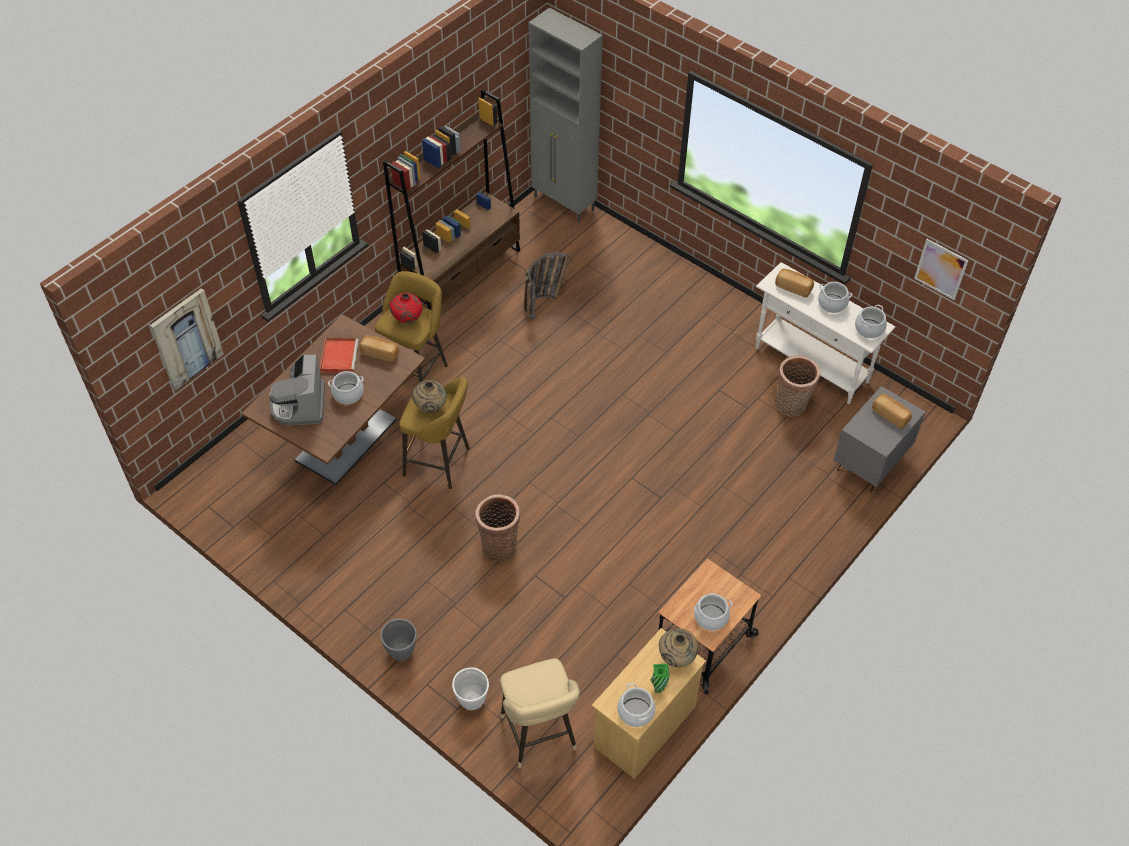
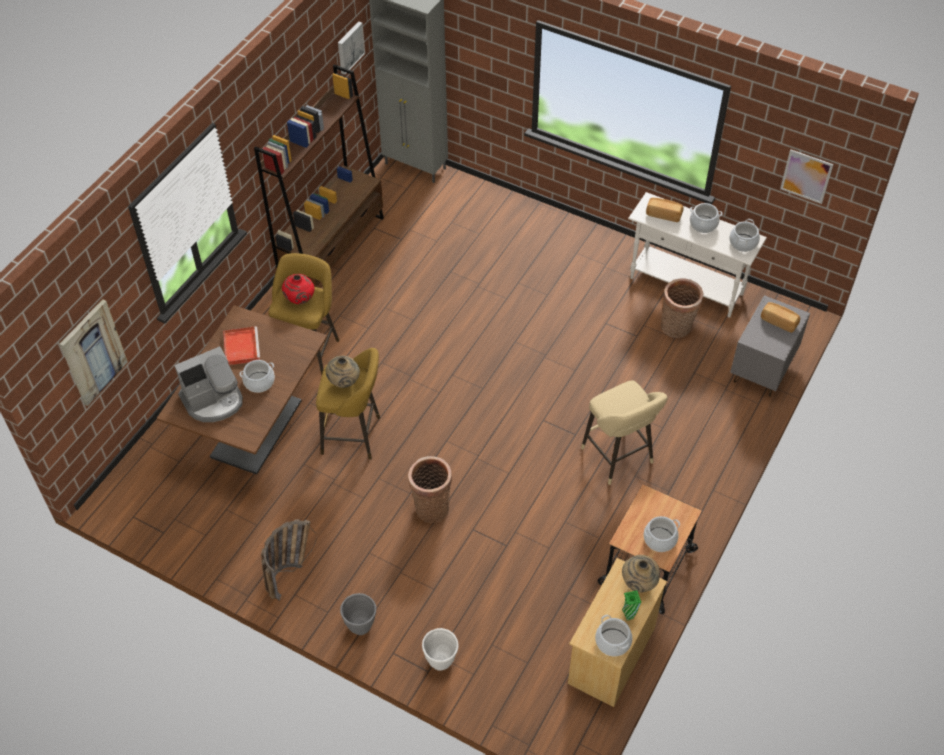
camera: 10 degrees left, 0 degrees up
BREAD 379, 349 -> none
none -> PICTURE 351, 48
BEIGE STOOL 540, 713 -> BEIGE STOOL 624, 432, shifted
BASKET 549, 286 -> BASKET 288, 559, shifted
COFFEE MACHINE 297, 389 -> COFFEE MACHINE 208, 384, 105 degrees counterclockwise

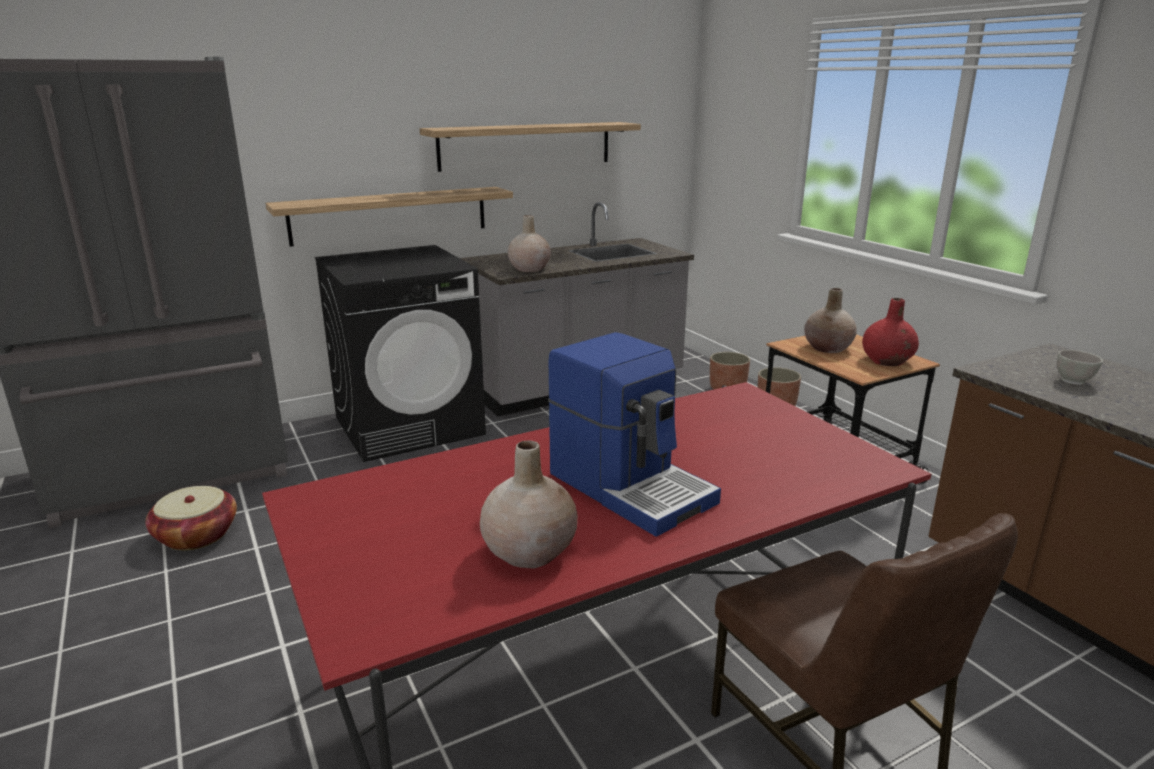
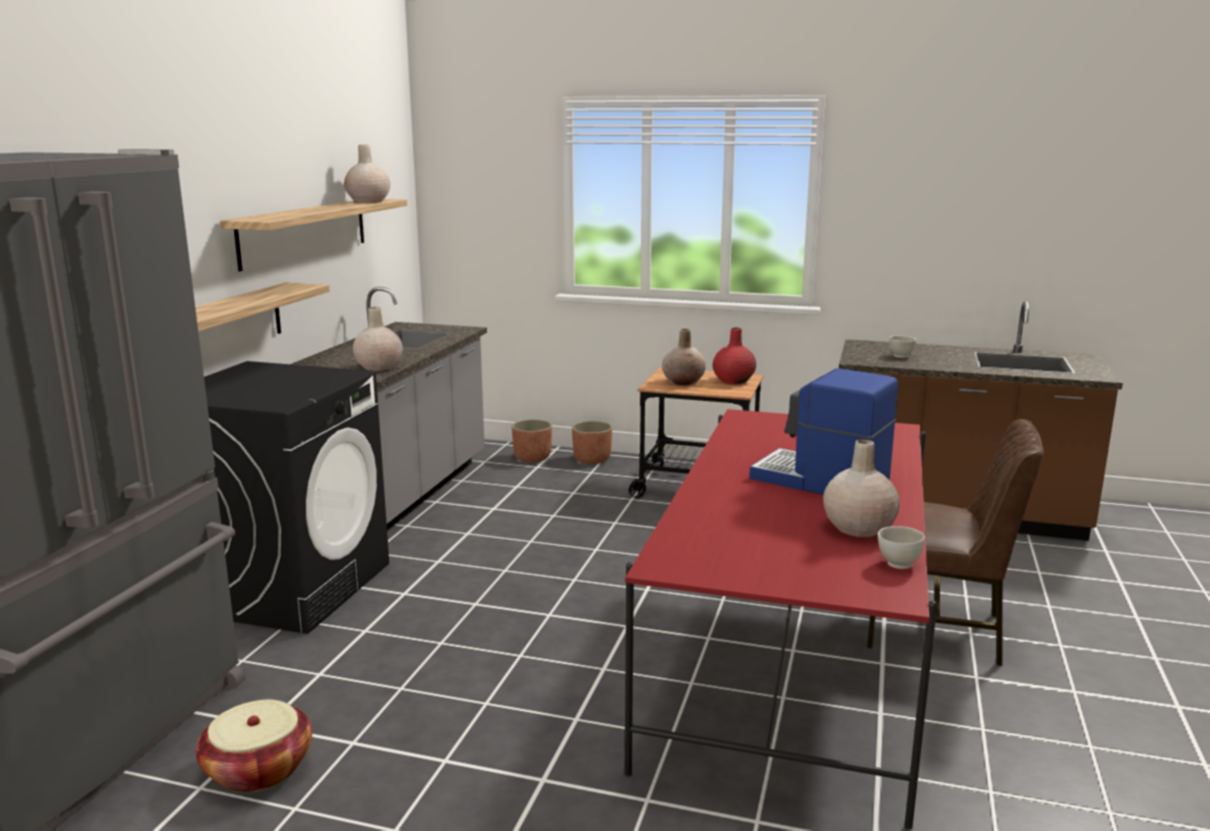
camera: 45 degrees left, 5 degrees down
none -> BEIGE VASE 367, 174
none -> WHITE BOWL 901, 547
COFFEE MACHINE 634, 434 -> COFFEE MACHINE 823, 431, 150 degrees counterclockwise

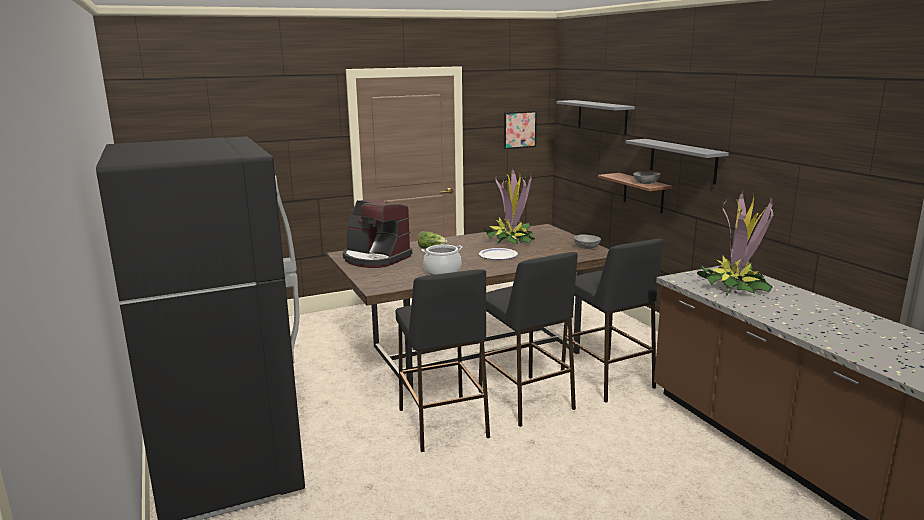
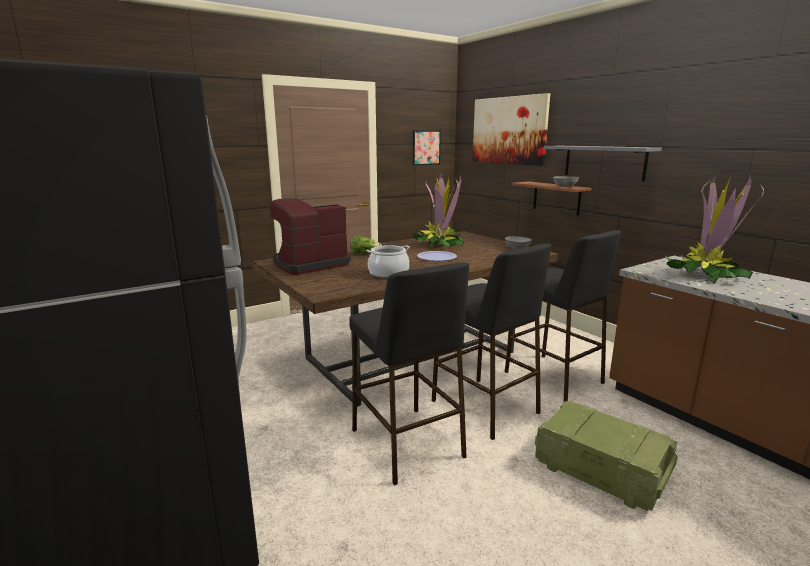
camera: 10 degrees left, 0 degrees up
none -> CRATE 606, 456
GREY SHELF 595, 117 -> PICTURE 511, 129
COFFEE MACHINE 377, 233 -> COFFEE MACHINE 310, 236, 120 degrees clockwise

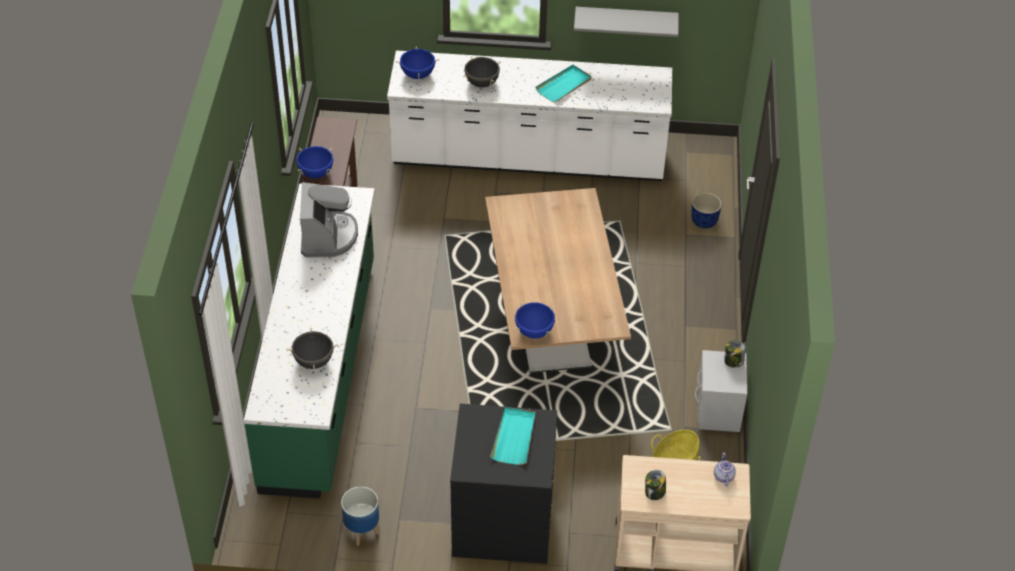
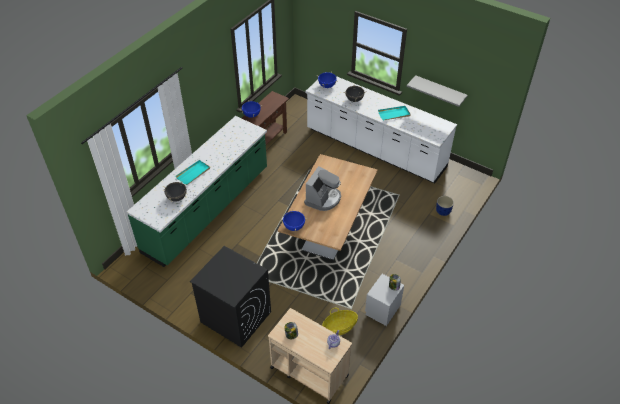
camera: 30 degrees right, 0 degrees up
PLANTER 360, 516 -> none
COFFEE MACHINE 329, 220 -> COFFEE MACHINE 322, 188, shifted
TURQUOISE TRAY 512, 436 -> TURQUOISE TRAY 192, 172, shifted

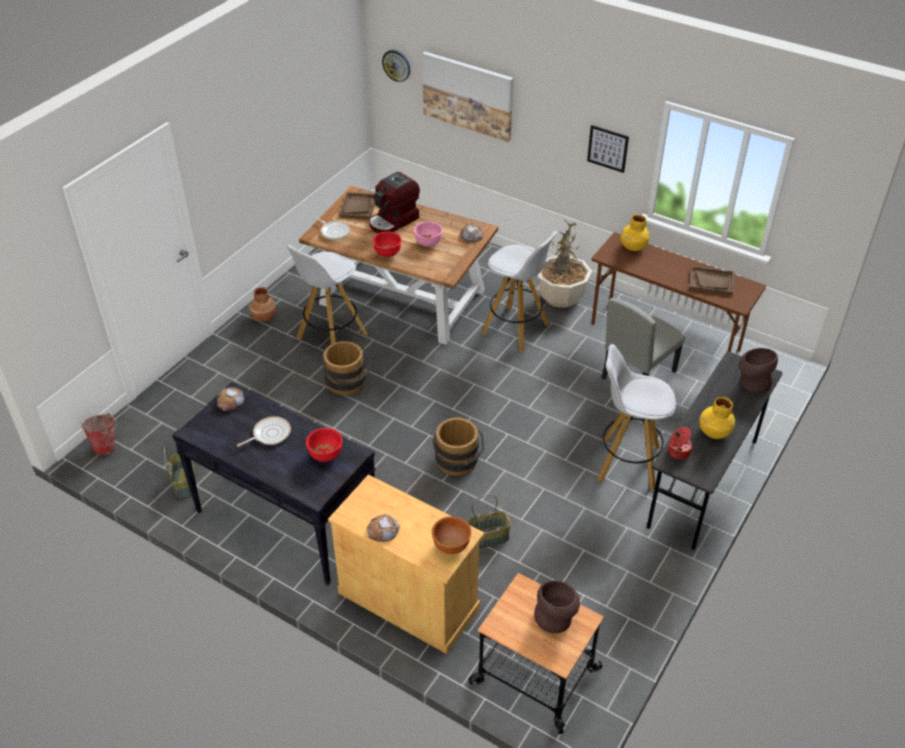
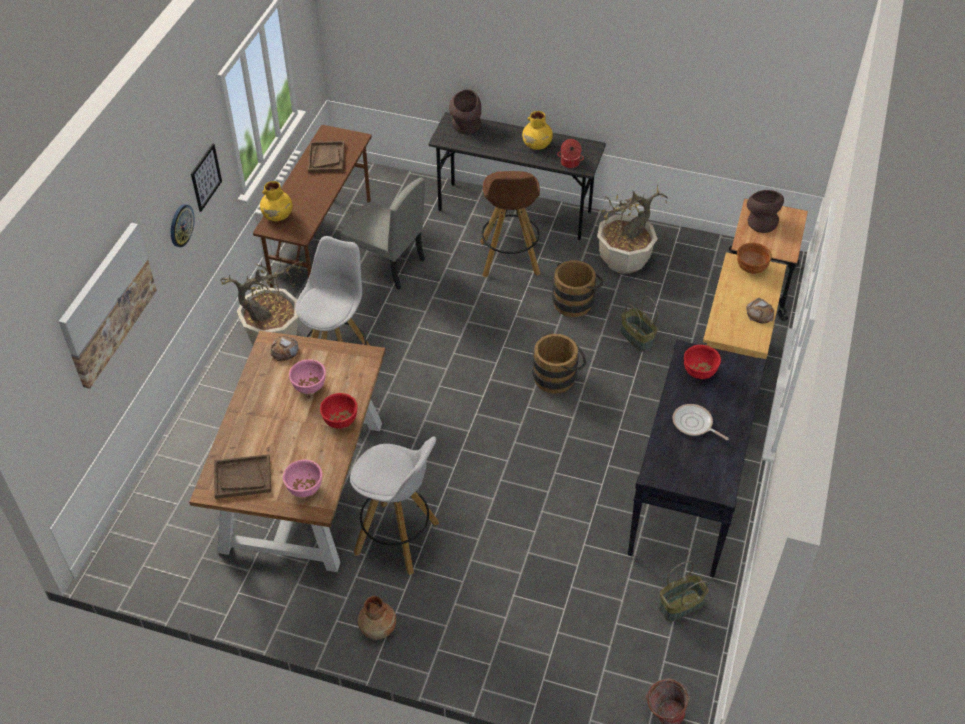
camera: 105 degrees left, 5 degrees up
BREAD 230, 399 -> none
COFFEE MACHINE 394, 202 -> none
none -> POTTED PLANT 632, 229
BROWN BUCKET 347, 368 -> BROWN BUCKET 577, 288, shifted
WALL CLOCK 396, 66 -> WALL CLOCK 182, 225, shifted
FRYING PAN 332, 228 -> PINK BOWL 302, 478
WHITE STOOL 636, 417 -> BROWN STOOL 510, 224

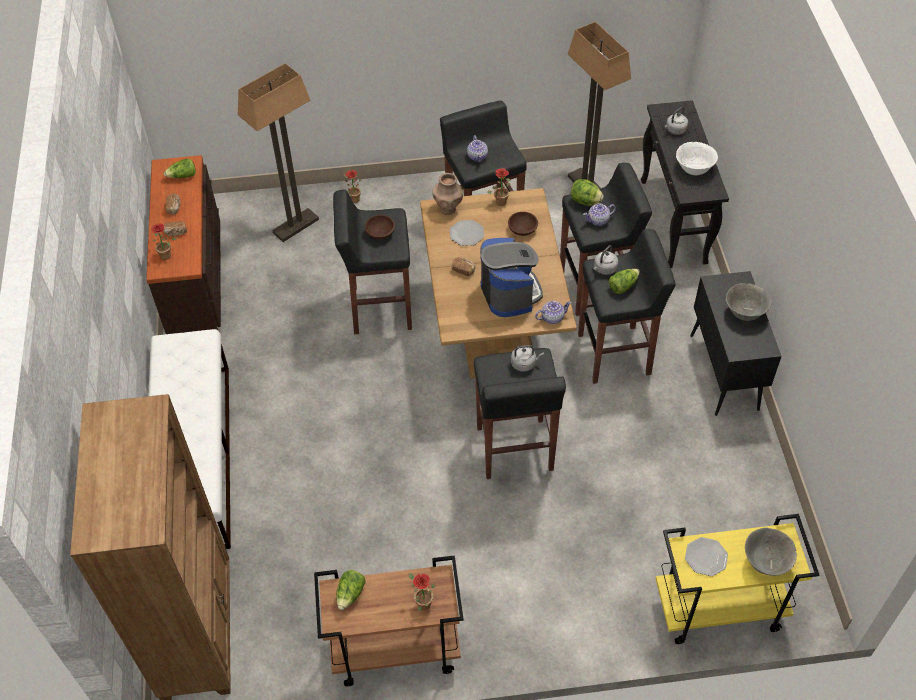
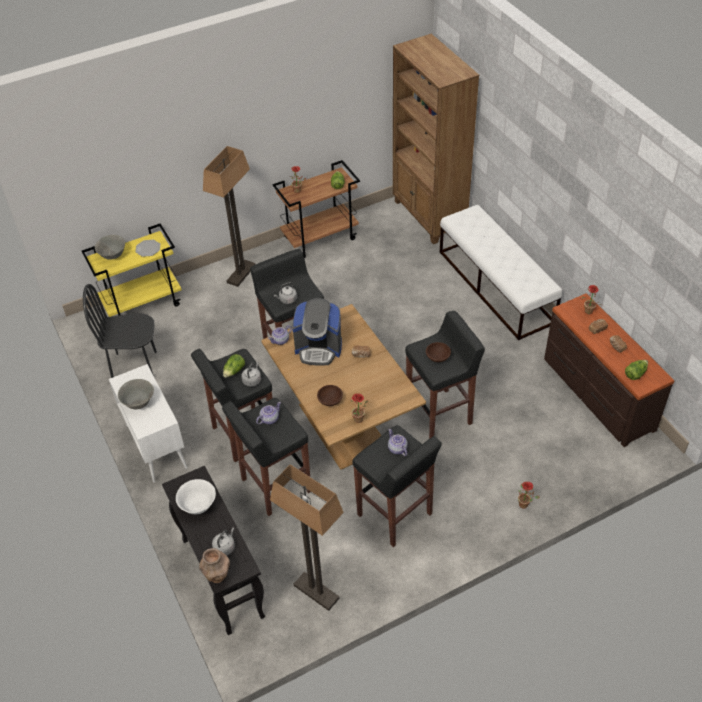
camera: 160 degrees right, 5 degrees down
PLATE 467, 233 -> none
LETTUCE 587, 192 -> none
none -> BLACK CHAIR 120, 331
FLOOR LAMP 278, 152 -> FLOOR LAMP 229, 216, shifted
BROWN VASE 447, 194 -> BROWN VASE 214, 565, shifted
BLACK CABINET 736, 343 -> WHITE CABINET 148, 423
COFFEE MACHINE 511, 277 -> COFFEE MACHINE 317, 332, 45 degrees counterclockwise

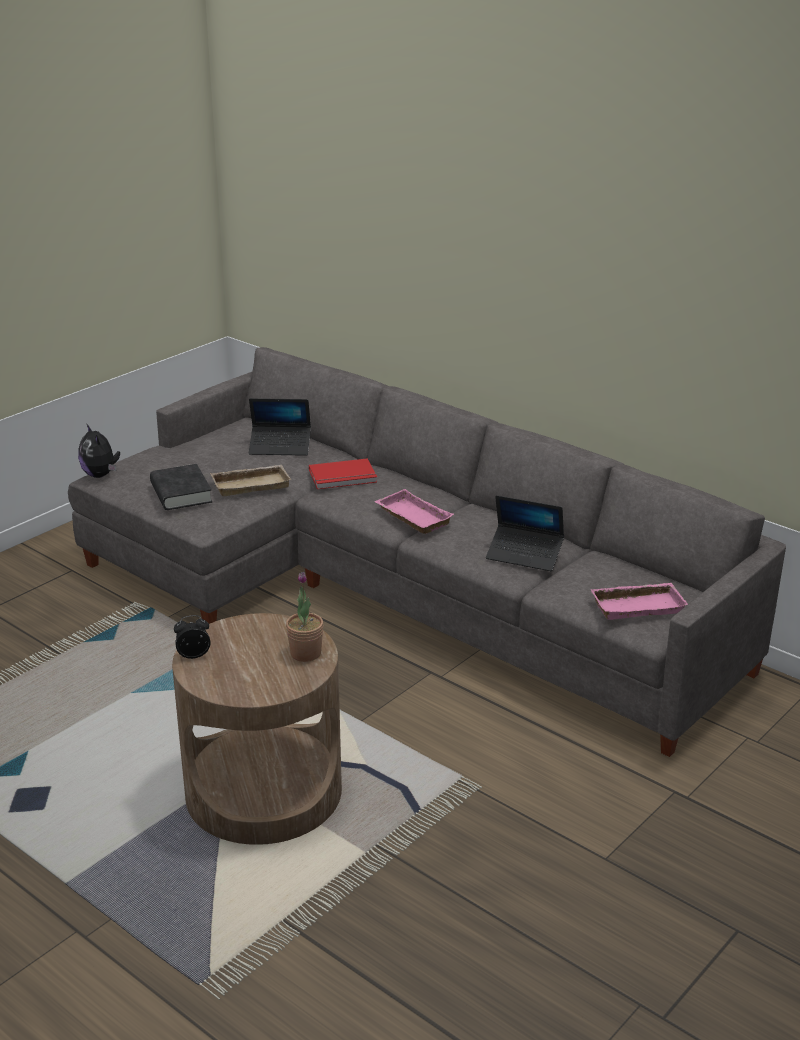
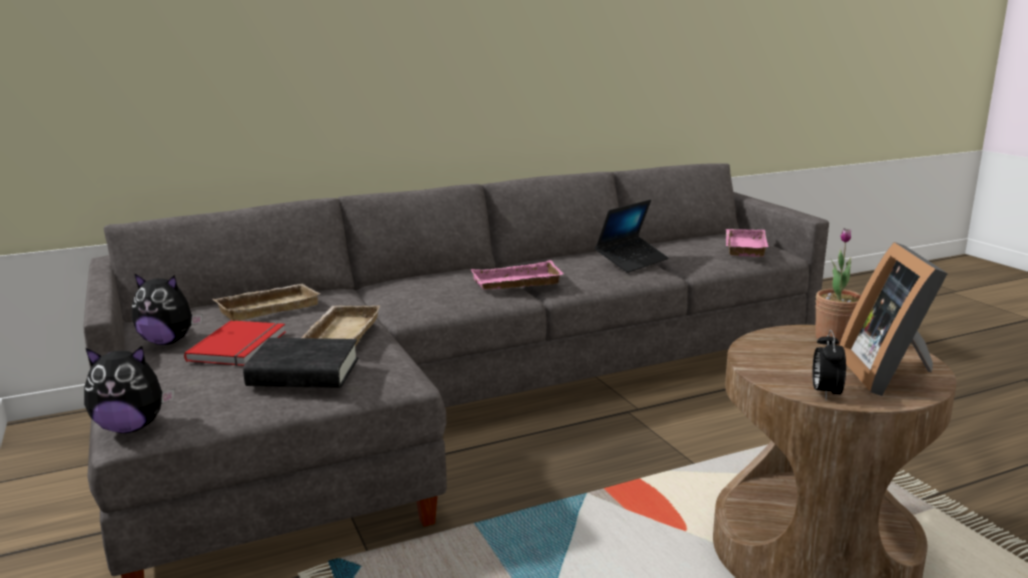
camera: 65 degrees left, 10 degrees down
none -> PLUSH TOY 167, 309
none -> PICTURE FRAME 893, 319
RED BOOK 343, 473 -> RED BOOK 235, 343, shifted
LAPTOP 280, 427 -> BEIGE TRAY 266, 302

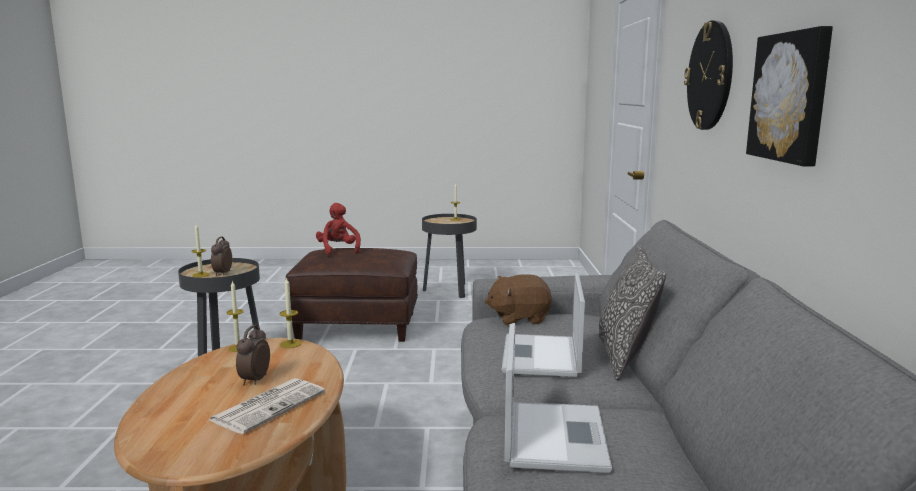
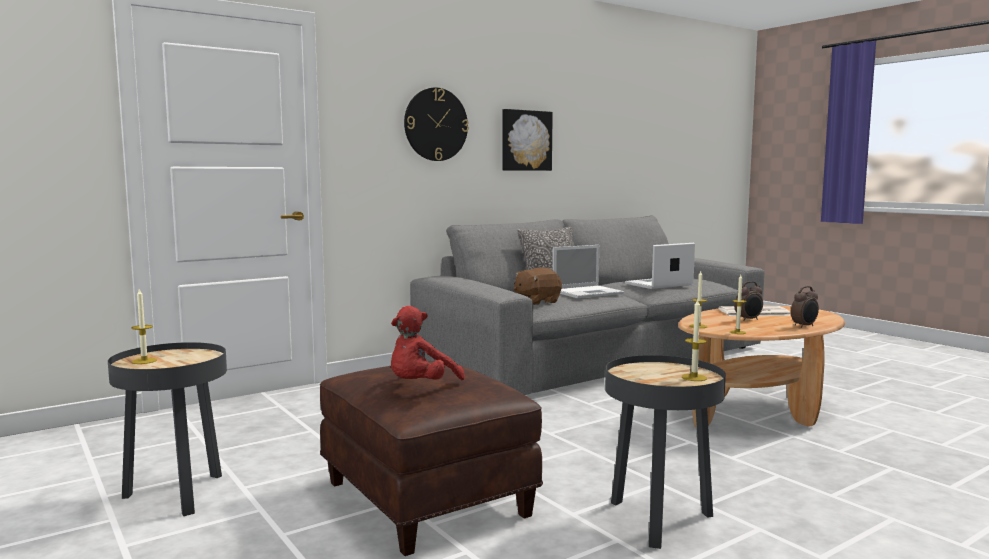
camera: 125 degrees left, 5 degrees down
ALARM CLOCK 221, 256 -> ALARM CLOCK 805, 307, shifted
BROWN PLUSH TOY 518, 299 -> BROWN PLUSH TOY 538, 286, 105 degrees clockwise

